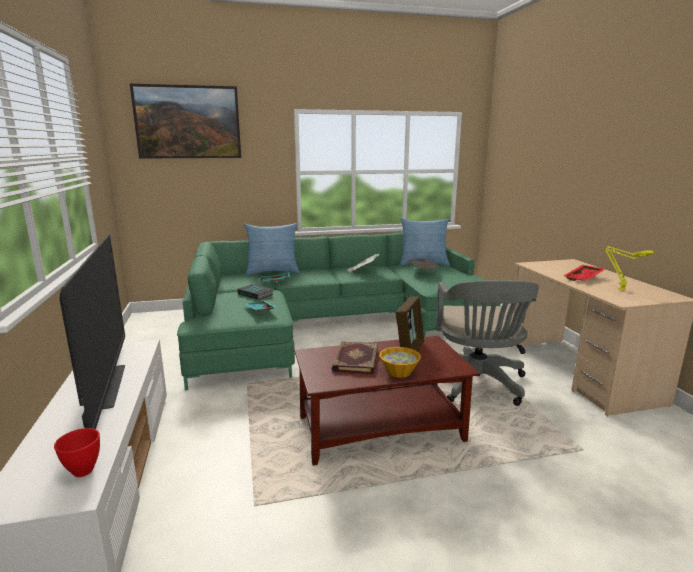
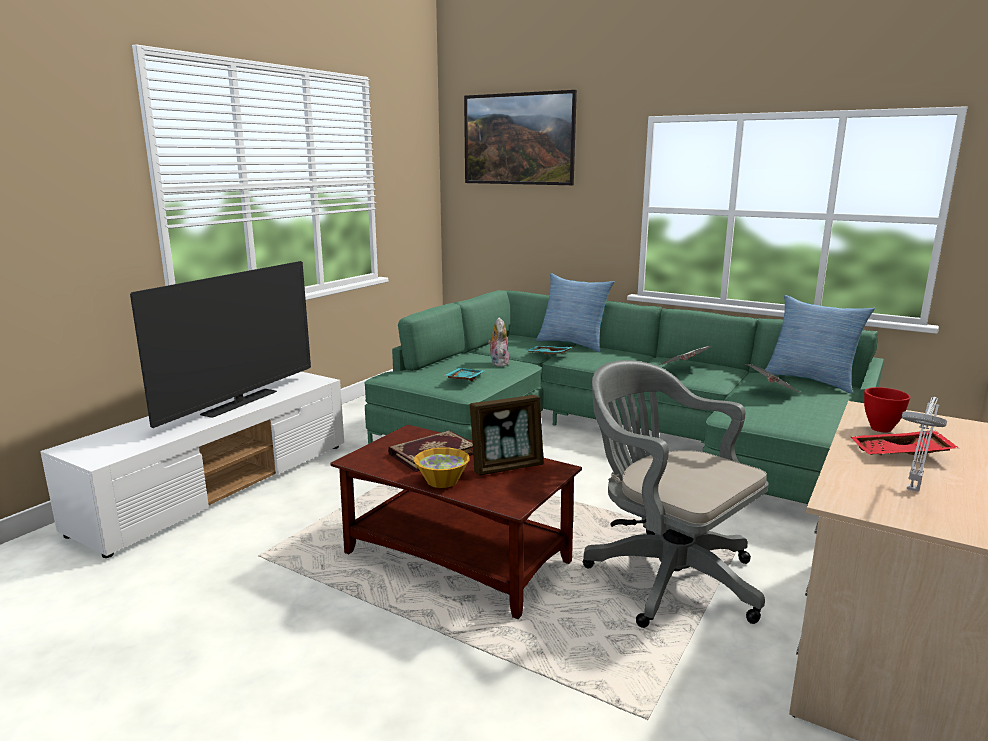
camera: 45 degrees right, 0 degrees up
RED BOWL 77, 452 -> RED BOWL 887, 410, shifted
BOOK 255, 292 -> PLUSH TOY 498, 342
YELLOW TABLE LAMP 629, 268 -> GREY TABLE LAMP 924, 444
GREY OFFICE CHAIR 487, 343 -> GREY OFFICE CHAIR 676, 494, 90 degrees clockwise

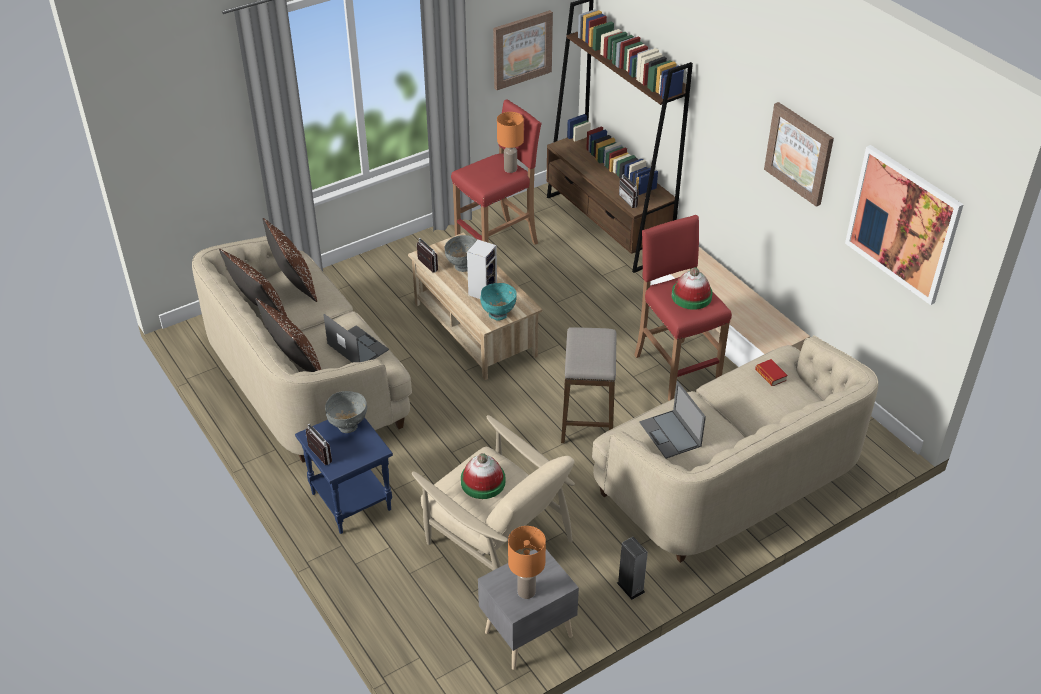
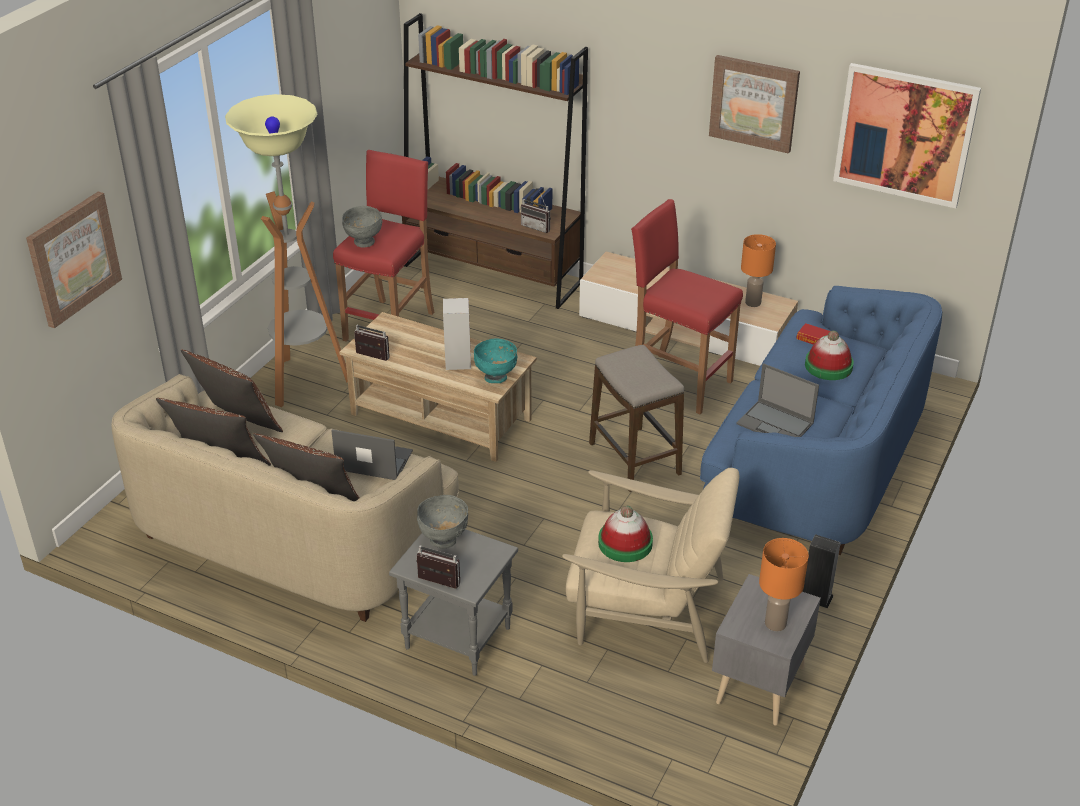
camera: 30 degrees left, 5 degrees down
none -> FLOOR LAMP 286, 250
GREY BOWL 461, 253 -> GREY BOWL 362, 227, shifted
PICTURE 523, 50 -> PICTURE 74, 259, shifted
ORANGE TABLE LAMP 510, 142 -> ORANGE TABLE LAMP 758, 270, shifted
HAT 692, 288 -> HAT 829, 355, shifted
BLUE SIDE TABLE 344, 475 -> GREY SIDE TABLE 453, 602
BEIGE SOFA 735, 449 -> BLUE SOFA 821, 420

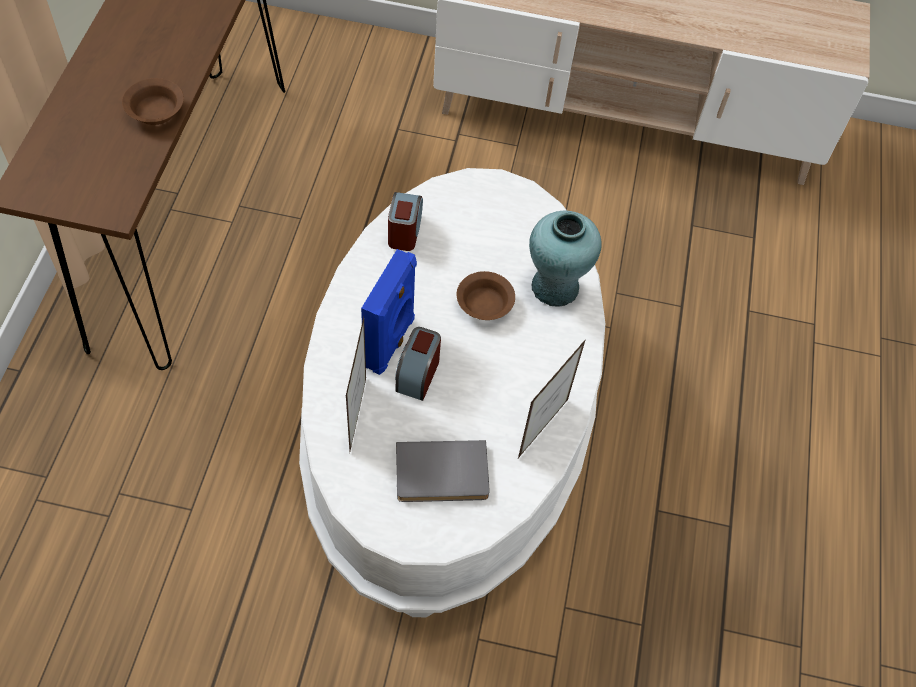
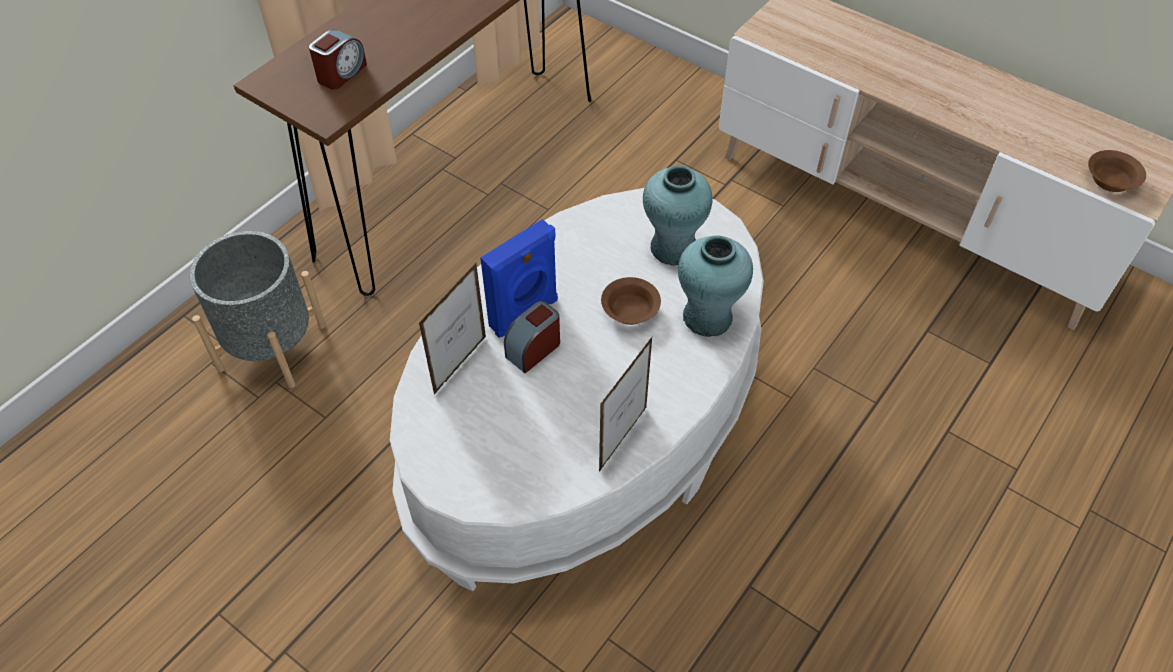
camera: 30 degrees right, 5 degrees down
GREY BOOK 443, 471 -> none
none -> GREY PLANTER 258, 309
none -> TURQUOISE VASE 677, 215
BROWN BOWL 153, 101 -> BROWN BOWL 1117, 171, shifted
ALARM CLOCK 405, 221 -> ALARM CLOCK 338, 59, shifted
PICTURE FRAME 552, 398 -> PICTURE FRAME 625, 404, 150 degrees clockwise

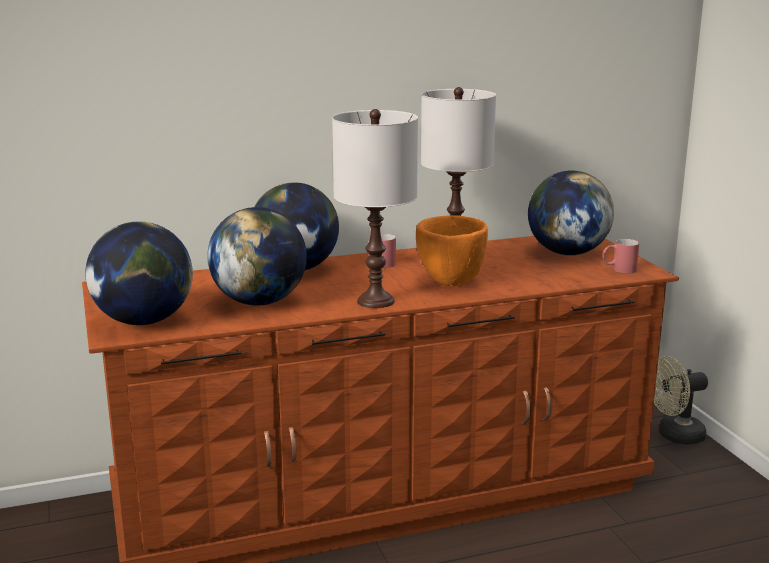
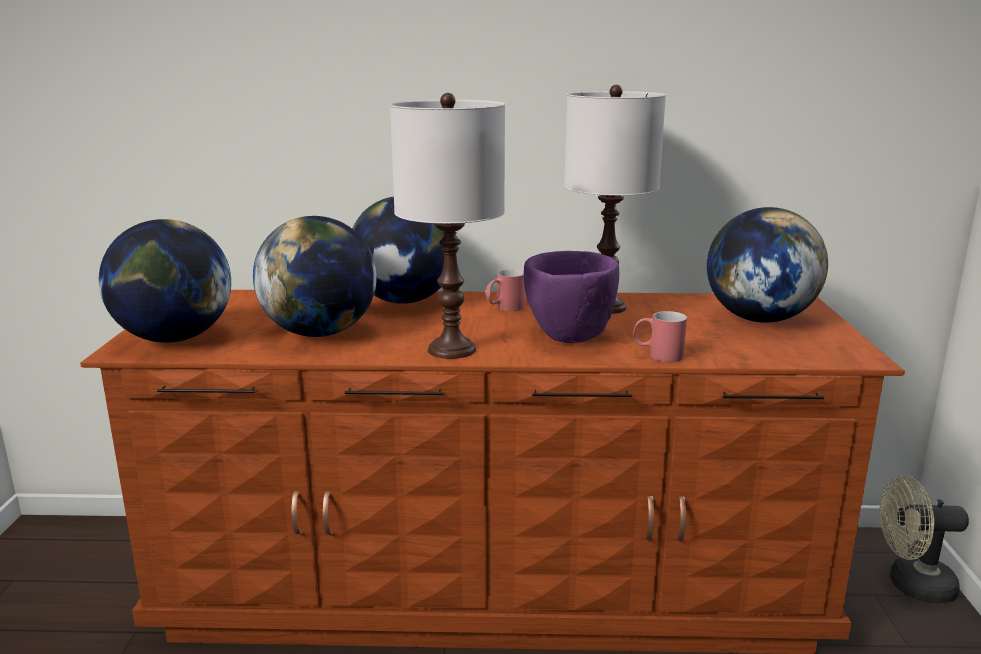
camera: 20 degrees right, 0 degrees up
RED MUG 620, 256 -> RED MUG 660, 336, shifted
ORANGE BOWL 452, 250 -> PURPLE BOWL 571, 297

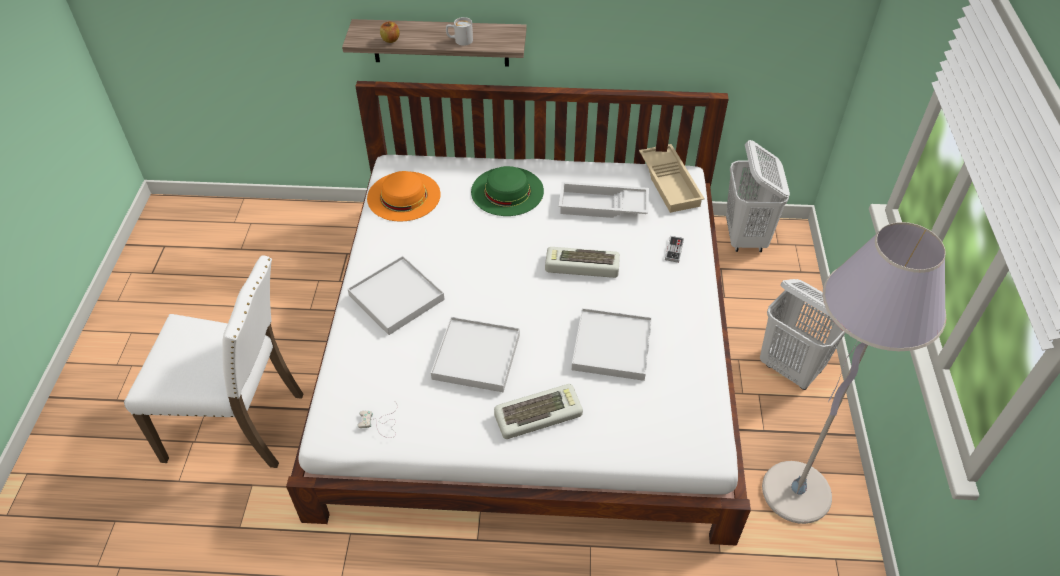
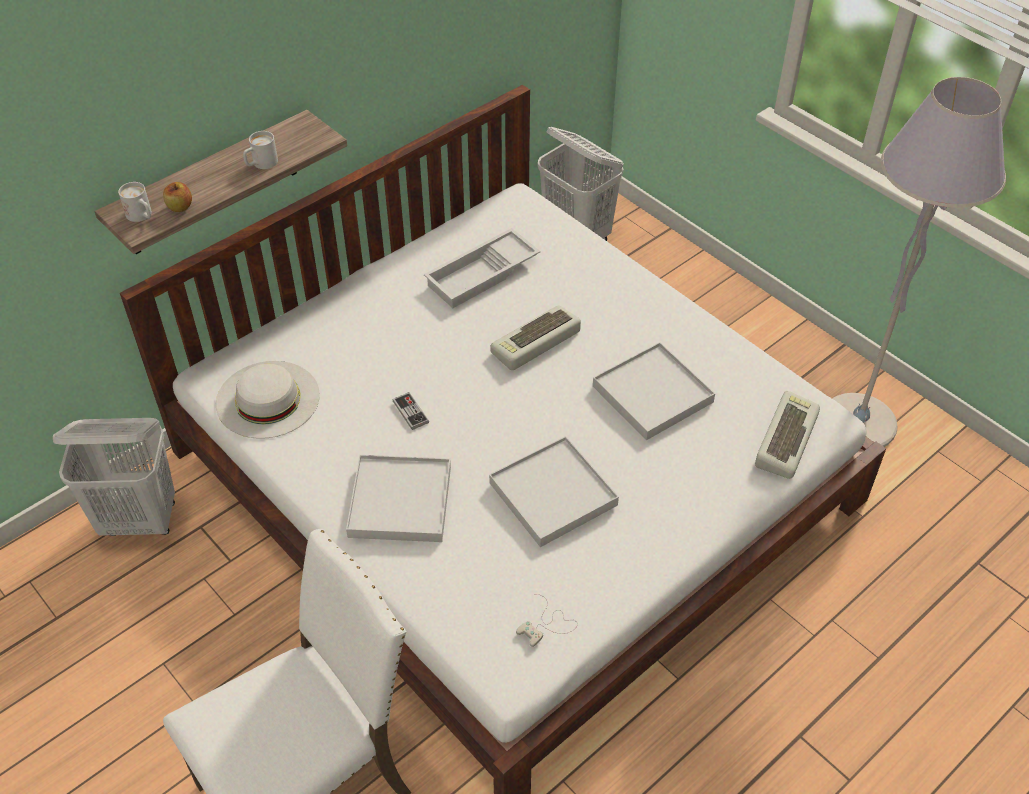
camera: 45 degrees left, 0 degrees up
GREEN HAT 507, 191 -> none
BEIGE TRAY 672, 178 -> none
none -> WHITE MUG 135, 202
KEYBOARD 538, 411 -> KEYBOARD 787, 435, shifted
GAME CONTROLLER 674, 249 -> GAME CONTROLLER 411, 411, shifted
WHITE LAUNDRY BASKET 802, 334 -> WHITE LAUNDRY BASKET 114, 477, shifted
ORANGE HAT 403, 196 -> WHITE HAT 268, 400

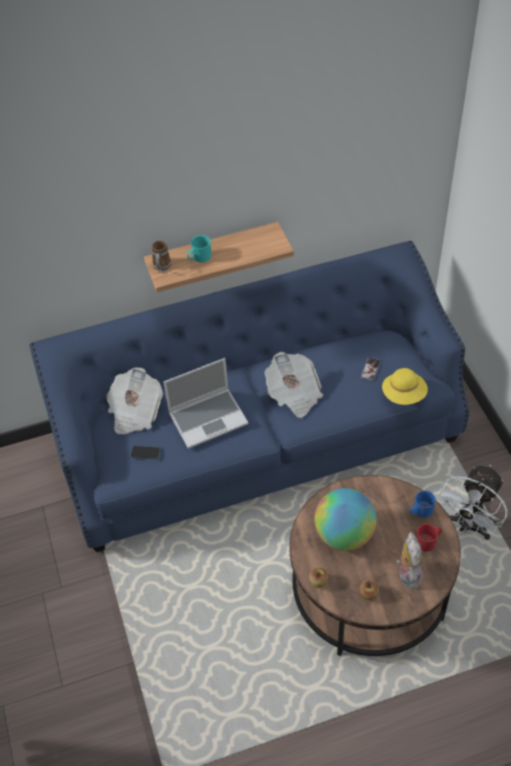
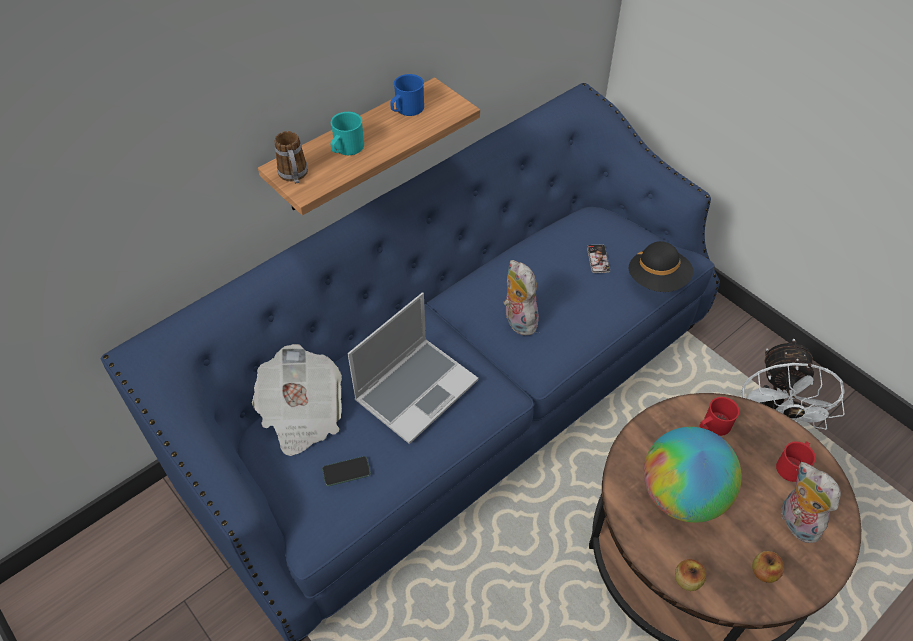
camera: 25 degrees left, 0 degrees up
none -> RED MUG 719, 416
BLUE MUG 422, 504 -> BLUE MUG 407, 95, shifted
NEWSPAPER 293, 385 -> PLUSH TOY 521, 297
YELLOW HAT 405, 386 -> BLACK HAT 661, 266

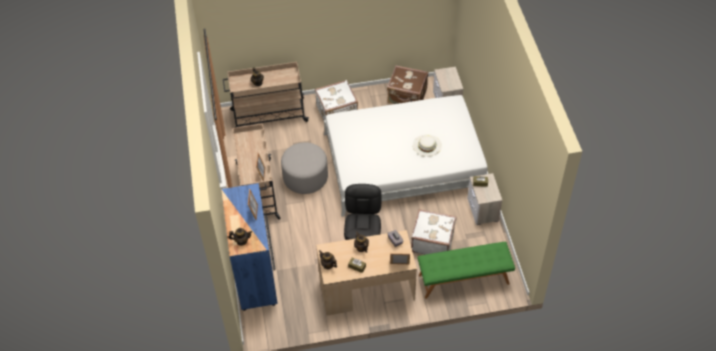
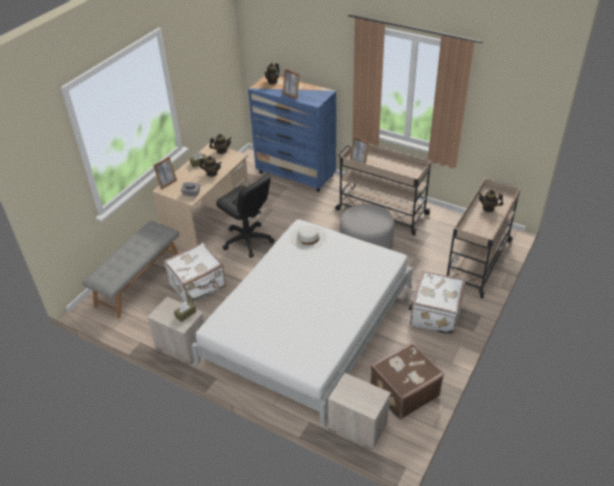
camera: 130 degrees right, 10 degrees down
WHITE HAT 427, 145 -> WHITE HAT 308, 237, shifted
GREEN BENCH 466, 270 -> GREY BENCH 130, 270

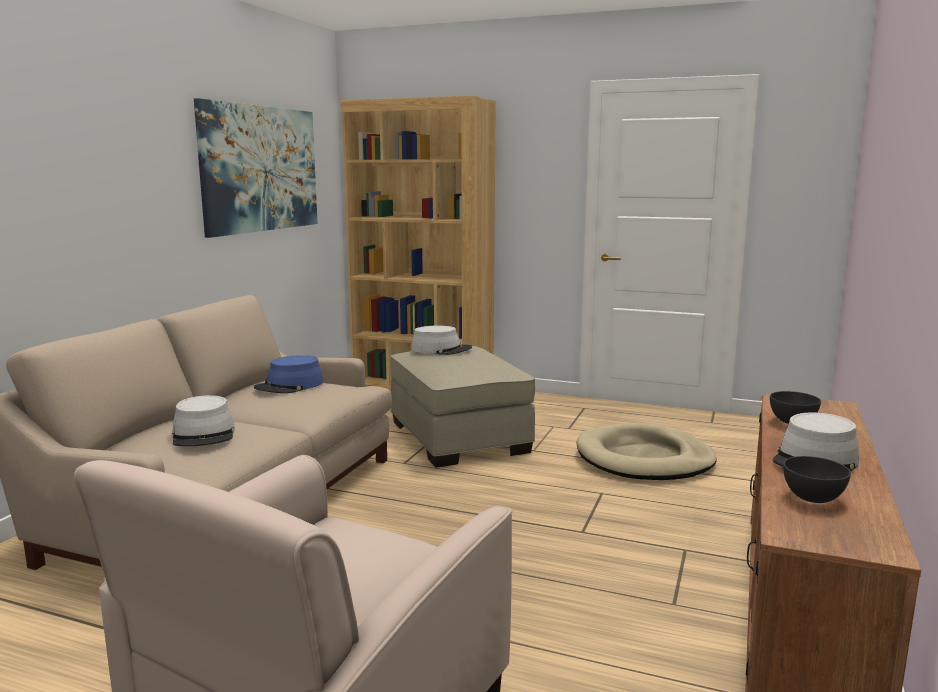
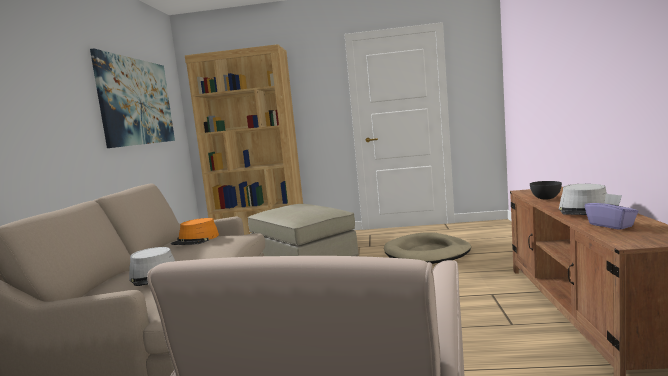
camera: 15 degrees left, 5 degrees down
GREY HAT 441, 340 -> none
GREY BOWL 817, 479 -> PURPLE TISSUE BOX 612, 211
BLUE HAT 289, 374 -> ORANGE HAT 195, 231

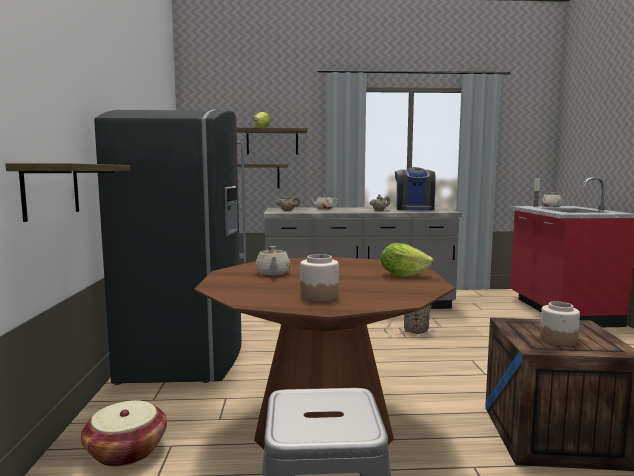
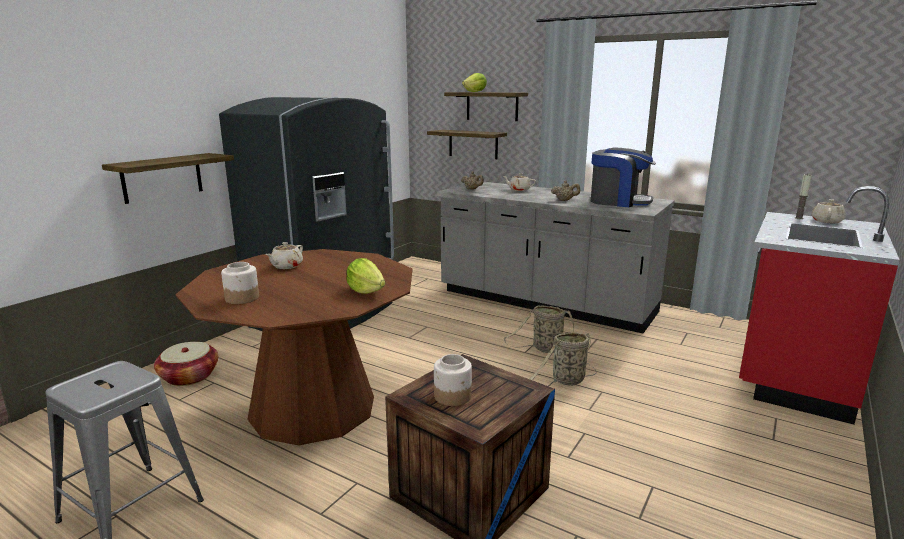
camera: 35 degrees right, 10 degrees up
none -> BASKET 563, 359
COFFEE MACHINE 415, 188 -> COFFEE MACHINE 623, 177, 105 degrees counterclockwise

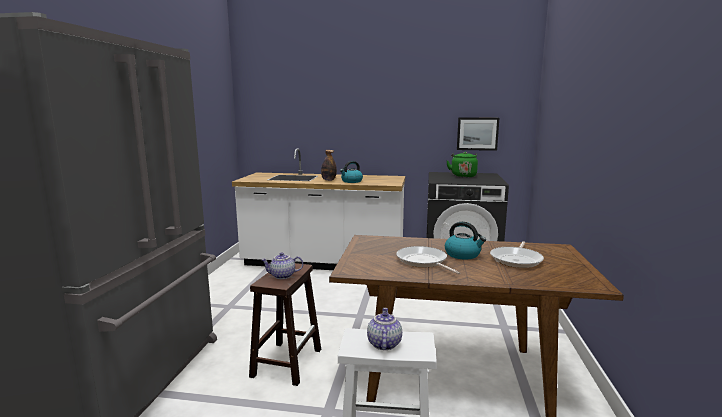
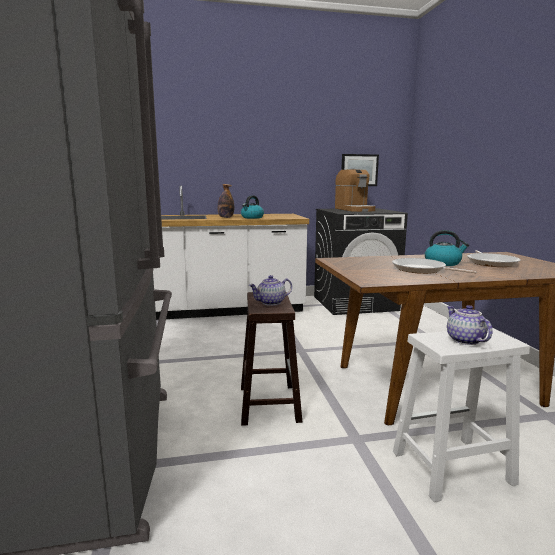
camera: 20 degrees left, 0 degrees up
GREEN KETTLE 462, 165 -> COFFEE MACHINE 355, 190

